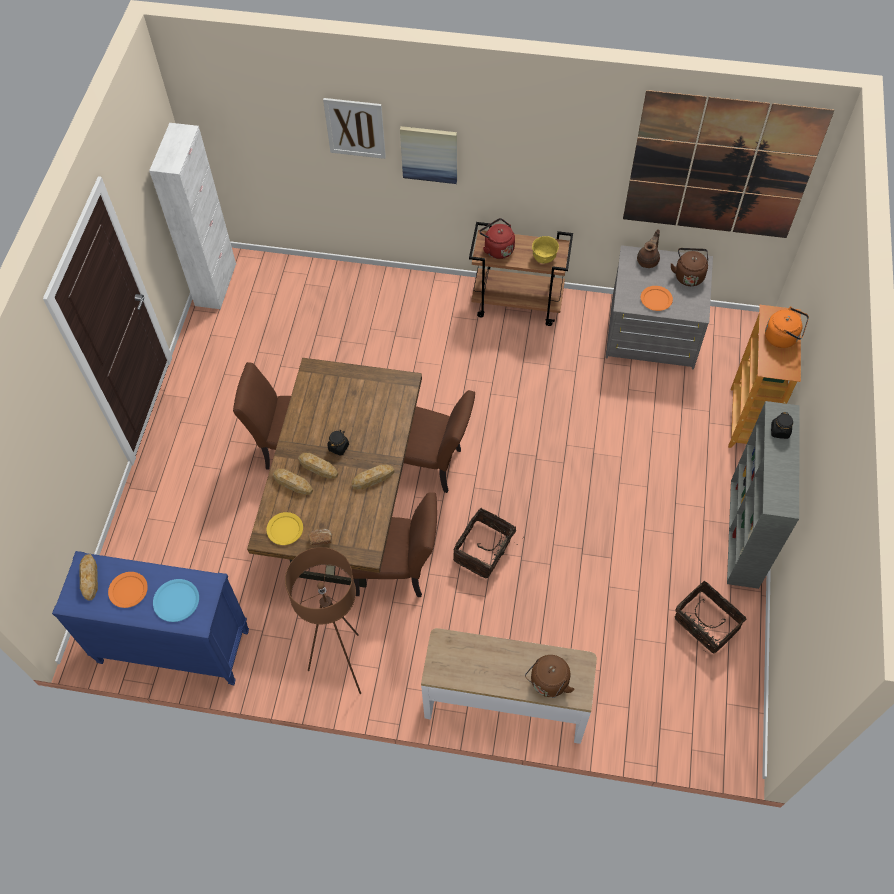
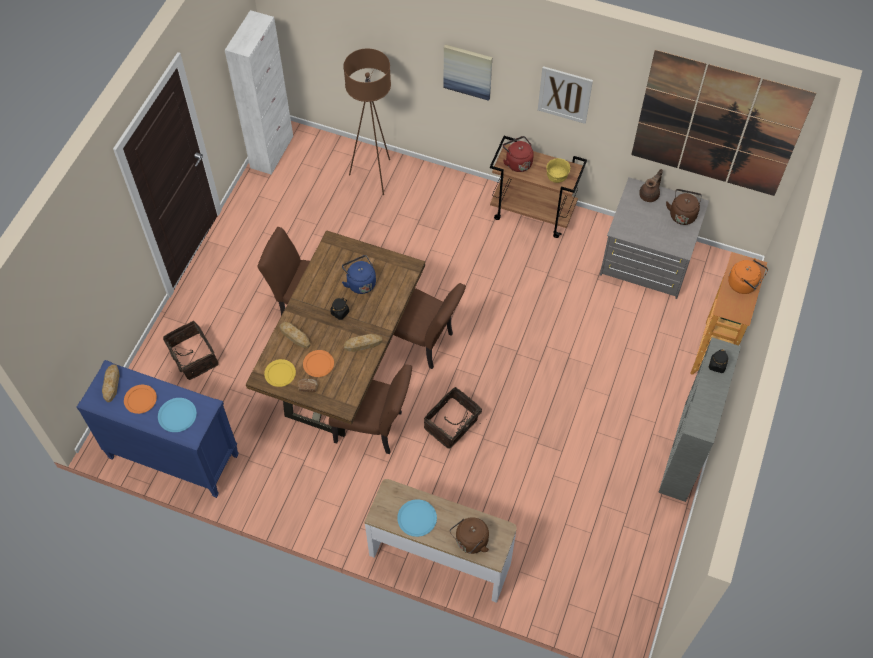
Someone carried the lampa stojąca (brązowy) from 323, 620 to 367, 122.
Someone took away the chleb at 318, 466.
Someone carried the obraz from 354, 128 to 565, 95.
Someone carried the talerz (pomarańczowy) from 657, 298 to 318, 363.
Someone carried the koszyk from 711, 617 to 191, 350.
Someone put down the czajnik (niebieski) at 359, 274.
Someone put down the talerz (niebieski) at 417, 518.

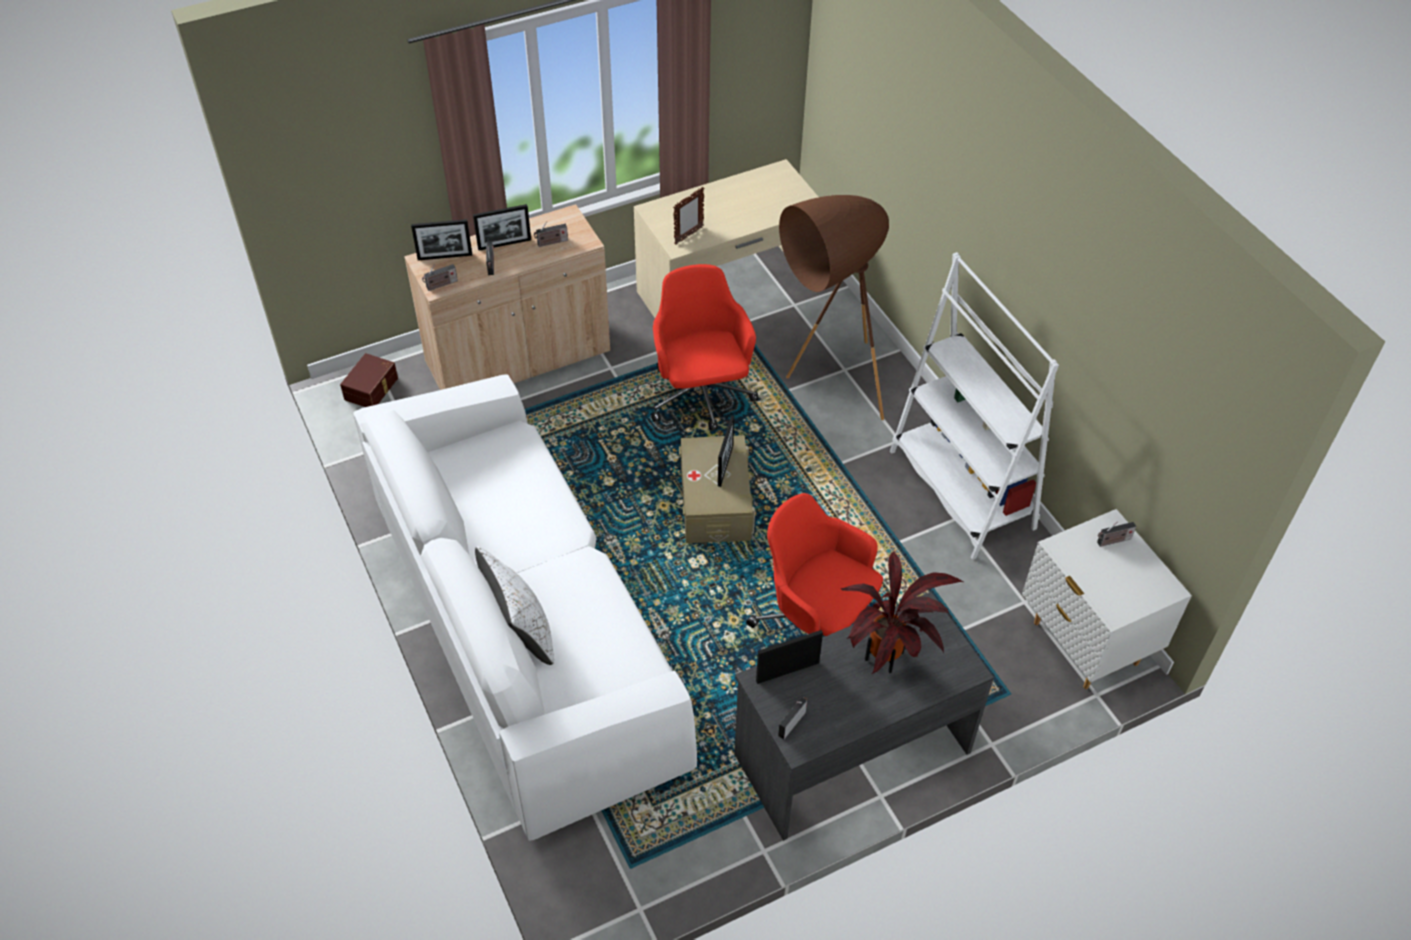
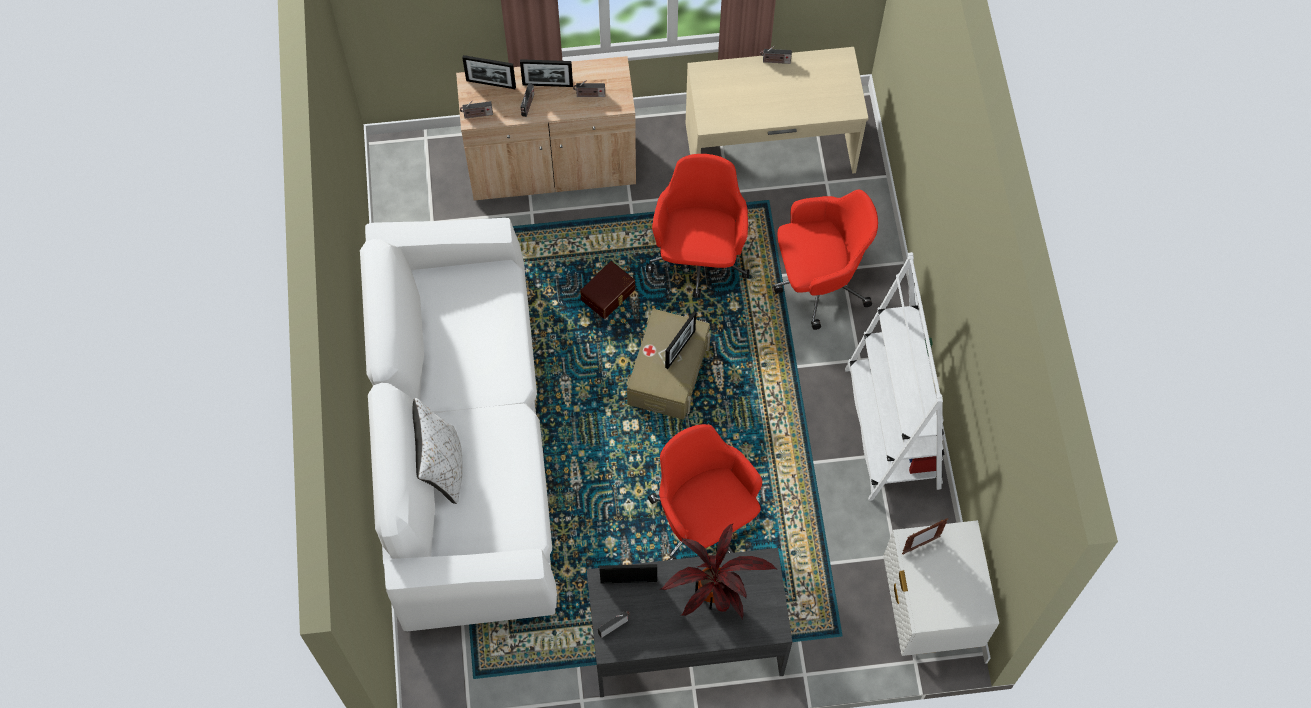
Someone carried the pojemnik do przechowywania (brązowy) from 369, 380 to 607, 290.
Someone carried the ramka na zdjęcie from 688, 215 to 925, 536.
Someone swapped the lampa stojąca (brązowy) at 834, 307 for the krzesło biurowe (czerwony) at 826, 260.
Someone carried the radio from 1116, 534 to 776, 55.

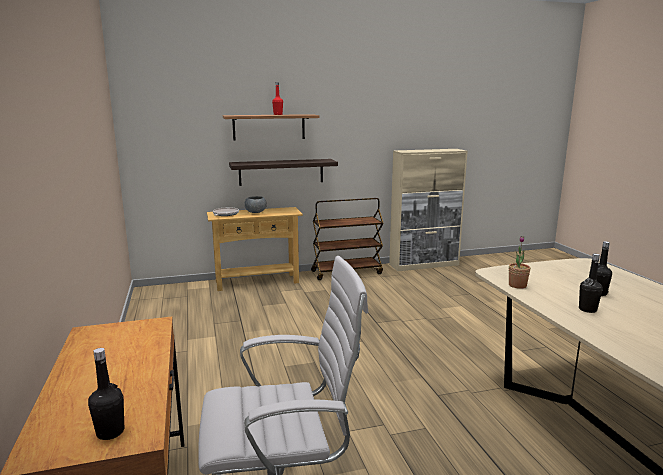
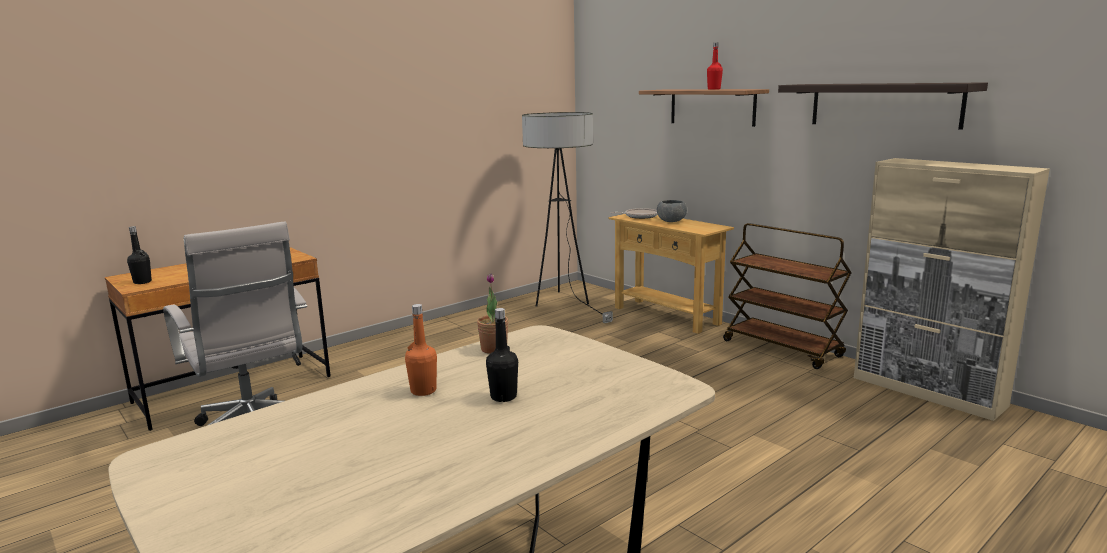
Someone carried the półka from 283, 172 to 883, 106.
Someone repainted the butelka (czarny) at 591, 283, which became the butelka (pomarańczowy) at 421, 350.
Someone put down the lampa stojąca at 567, 217.

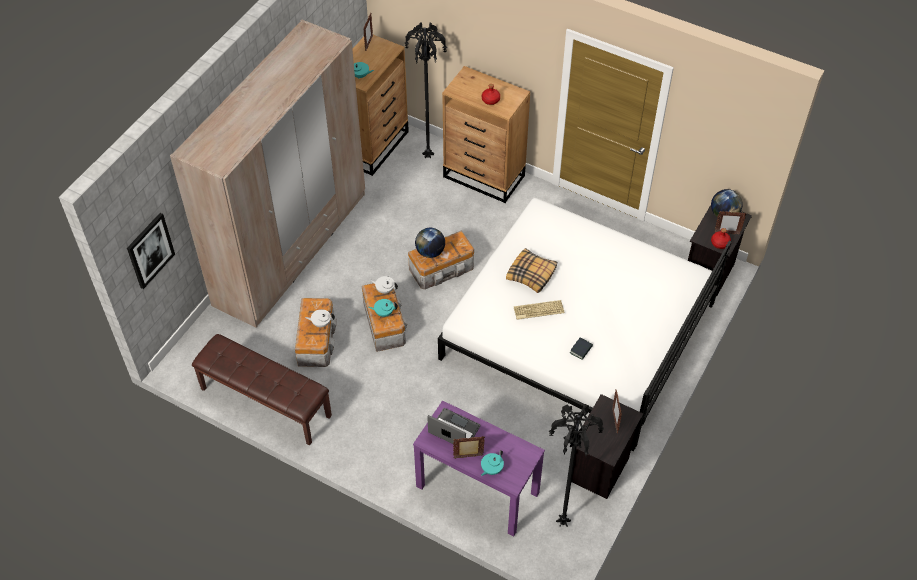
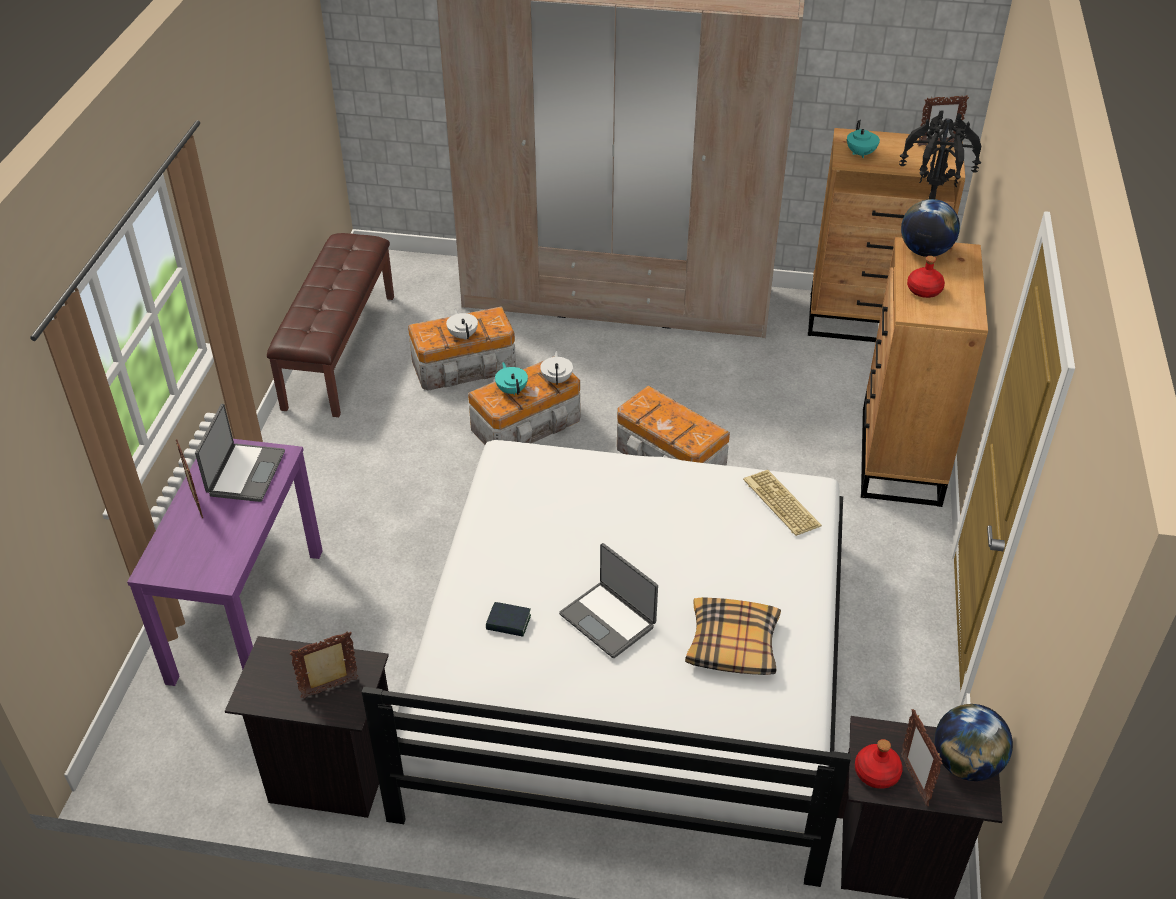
Someone took away the obraz at 151, 251.
Someone carried the globus from 430, 243 to 930, 228.
Someone took away the imbryk (turkusowy) at 492, 463.
Someone carried the poduszka from 531, 270 to 733, 636.
Someone carried the klawiatura from 539, 309 to 782, 502.
Someone took away the lampa stojąca (czarny) at 576, 465.
Someone put down the laptop at 608, 600.

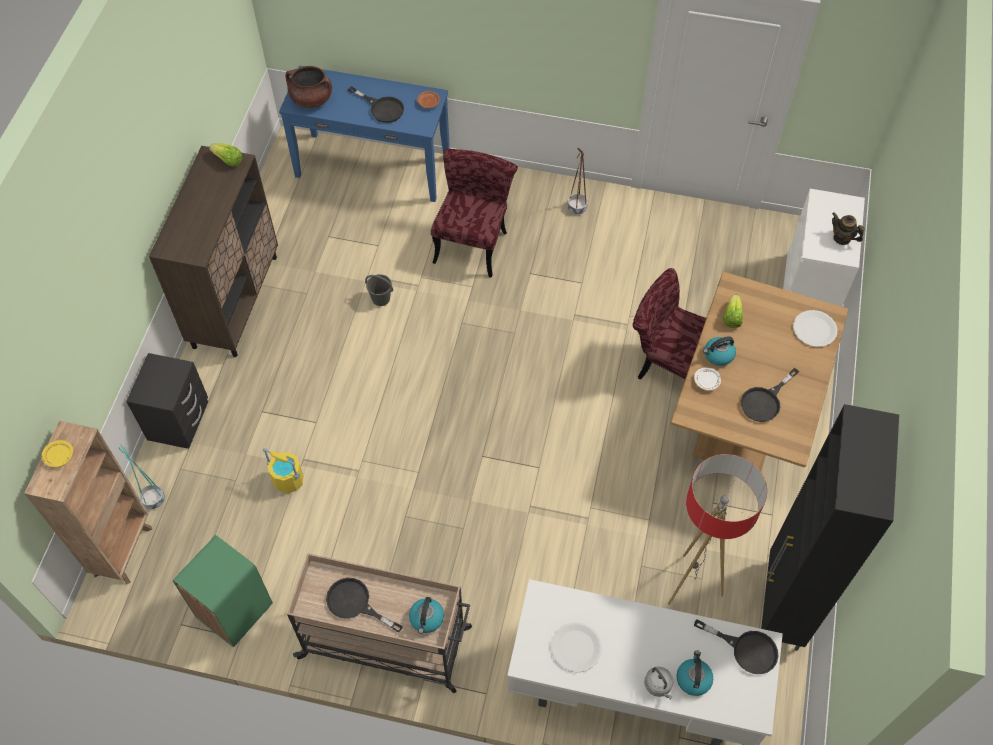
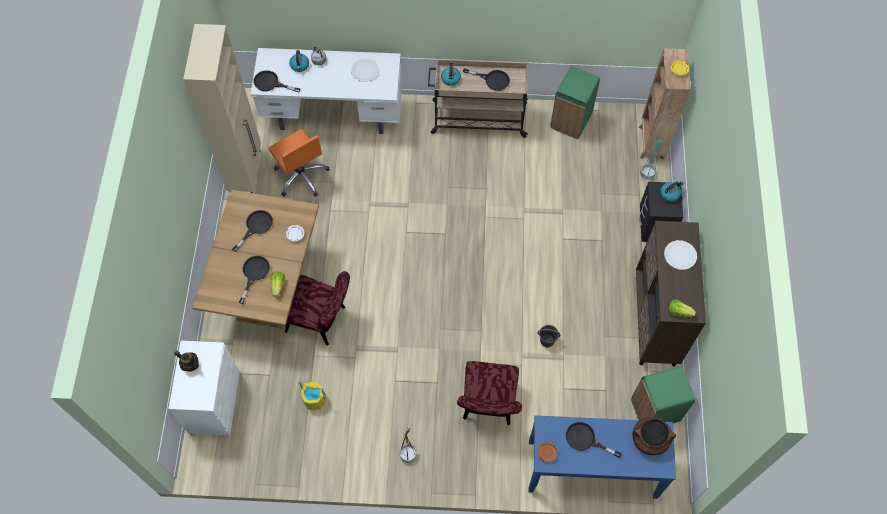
Someone carried the wiadro (żółty) from 283, 471 to 312, 395.
Someone swapped the lampa stojąca at 717, 529 for the krzesło biurowe (pomarańczowy) at 299, 163.
Someone carried the czajnik from 719, 351 to 672, 191.
Someone repainted the szafka (czarny) at 830, 527, which became the szafka (beżowy) at 222, 108.
Someone carried the talerz (biały) from 815, 328 to 680, 255.
Someone put down the patelnia (czarny) at 254, 280.
Someone put down the kosz na śmieci (zielony) at 663, 394.

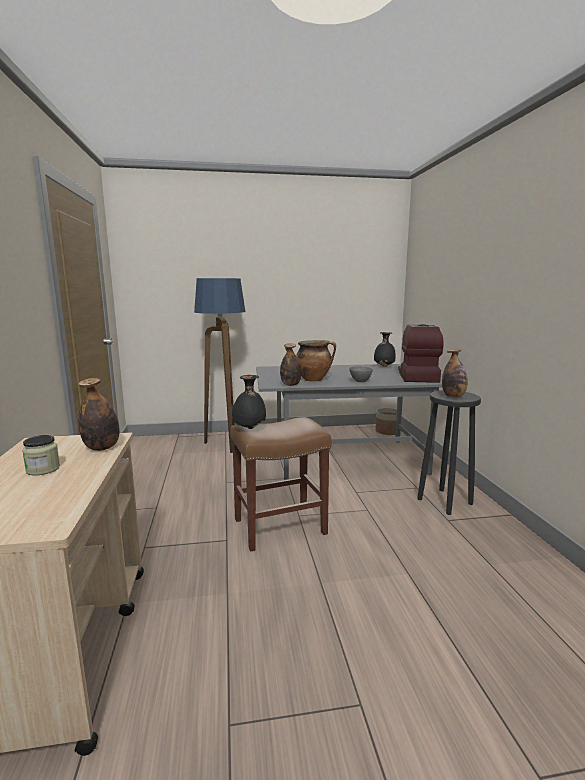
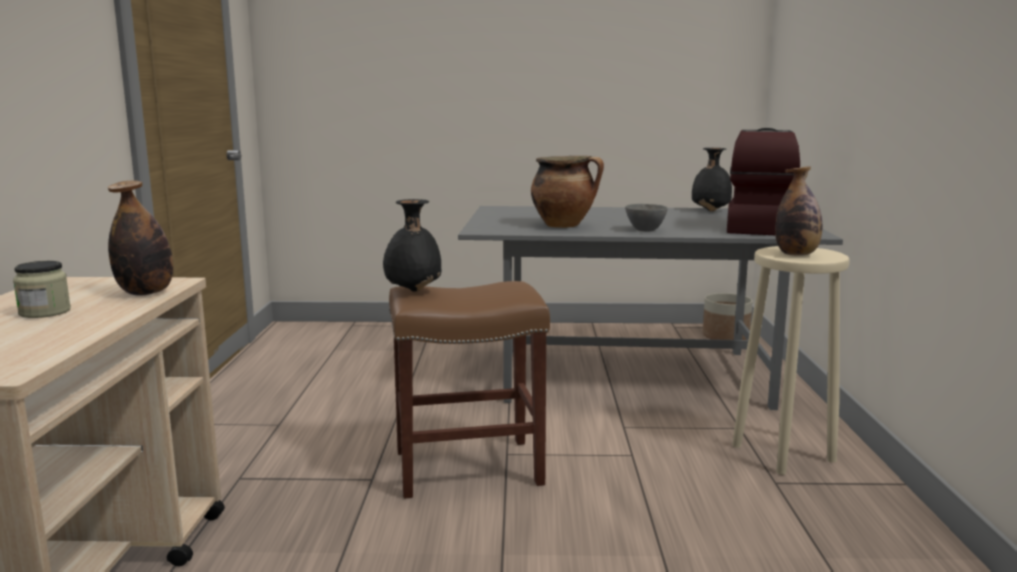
Someone took away the lampa stojąca at 219, 365.
Someone took away the butelka at 290, 364.
Someone repainted the stołek (czarny) at 449, 452, which became the stołek (beżowy) at 791, 360.

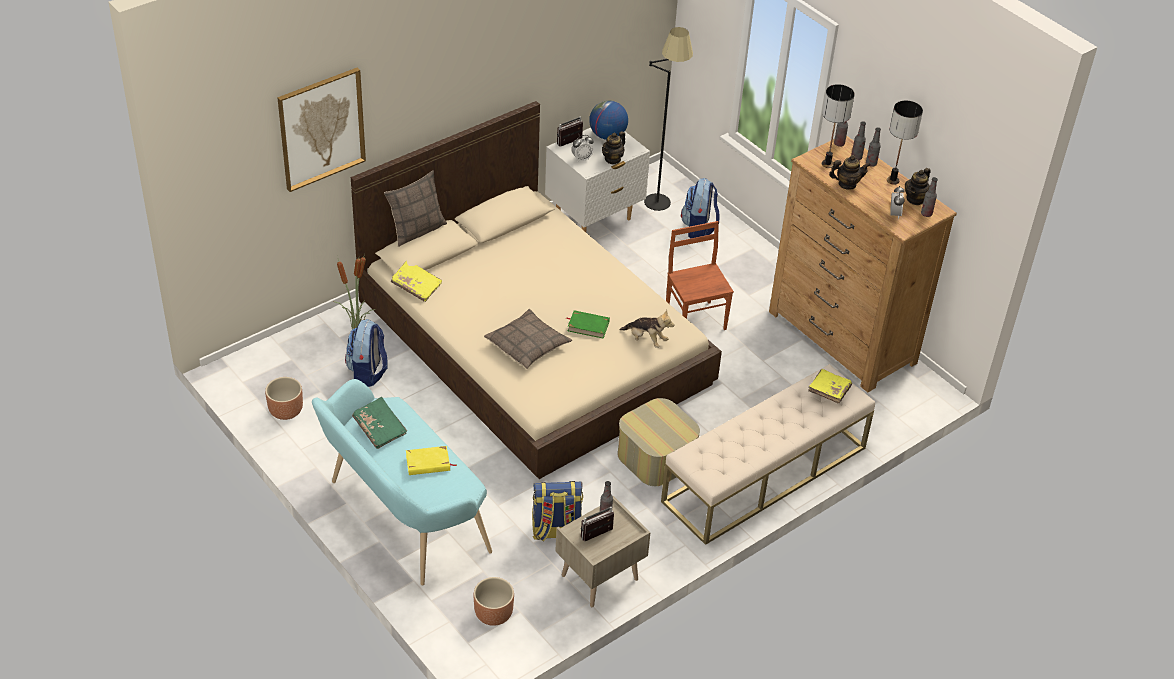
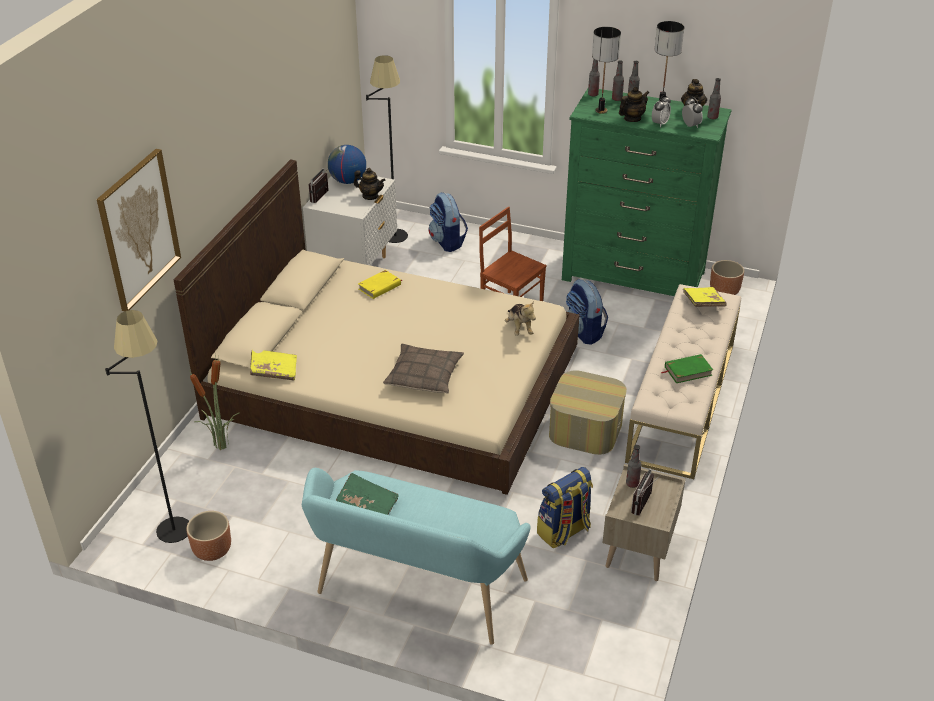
Someone carried the plecak from 366, 353 to 587, 312.
Someone took away the poduszka at 415, 208.
Someone carried the książka (żółty) from 431, 460 to 380, 284.
Someone carried the donica (brązowy) from 493, 601 to 727, 277.
Someone carried the książka (zielony) from 588, 324 to 687, 368.
Someone carried the budzik from 582, 148 to 661, 111.
Someone rotated the imbryk at 613, 148 by 75 degrees counterclockwise.
Someone rotated the pluszak at 647, 329 by 75 degrees clockwise.
Someone repainted the komoda (brązowy) at 863, 264, which became the komoda (zielony) at 647, 192.
Someone put down the lampa stojąca (czarny) at 147, 426.

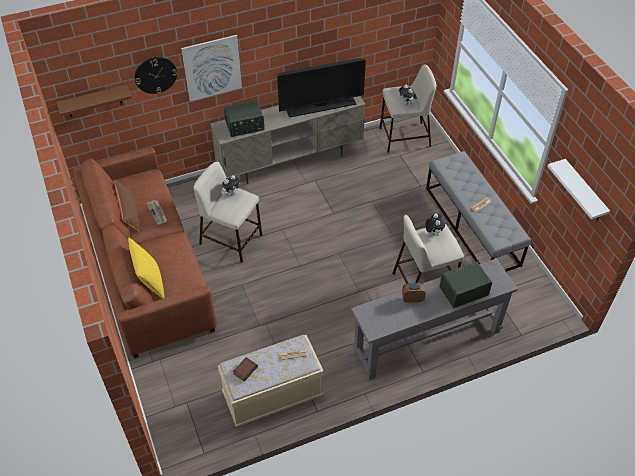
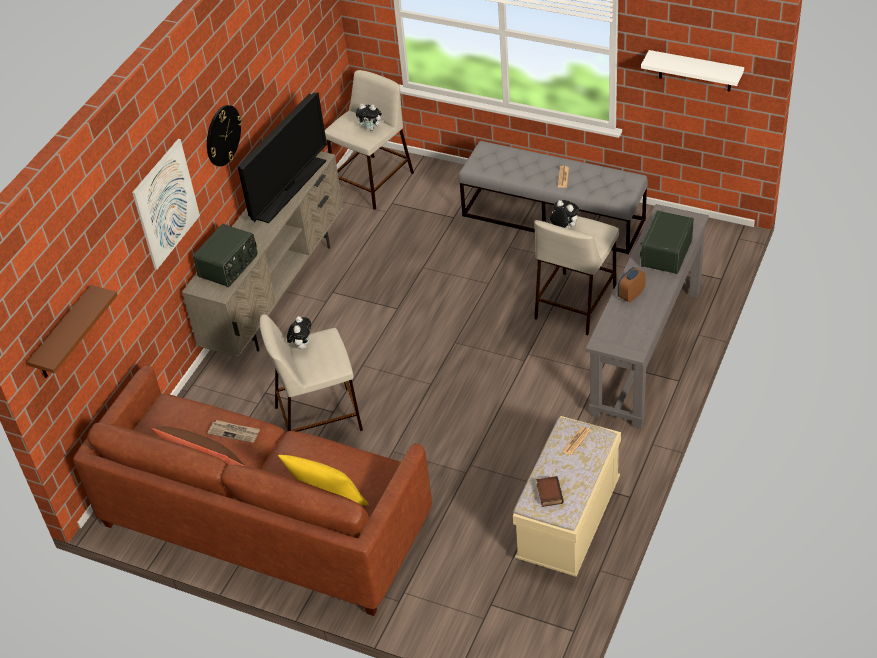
Someone carried the zegar ścienny from 155, 75 to 224, 135.

